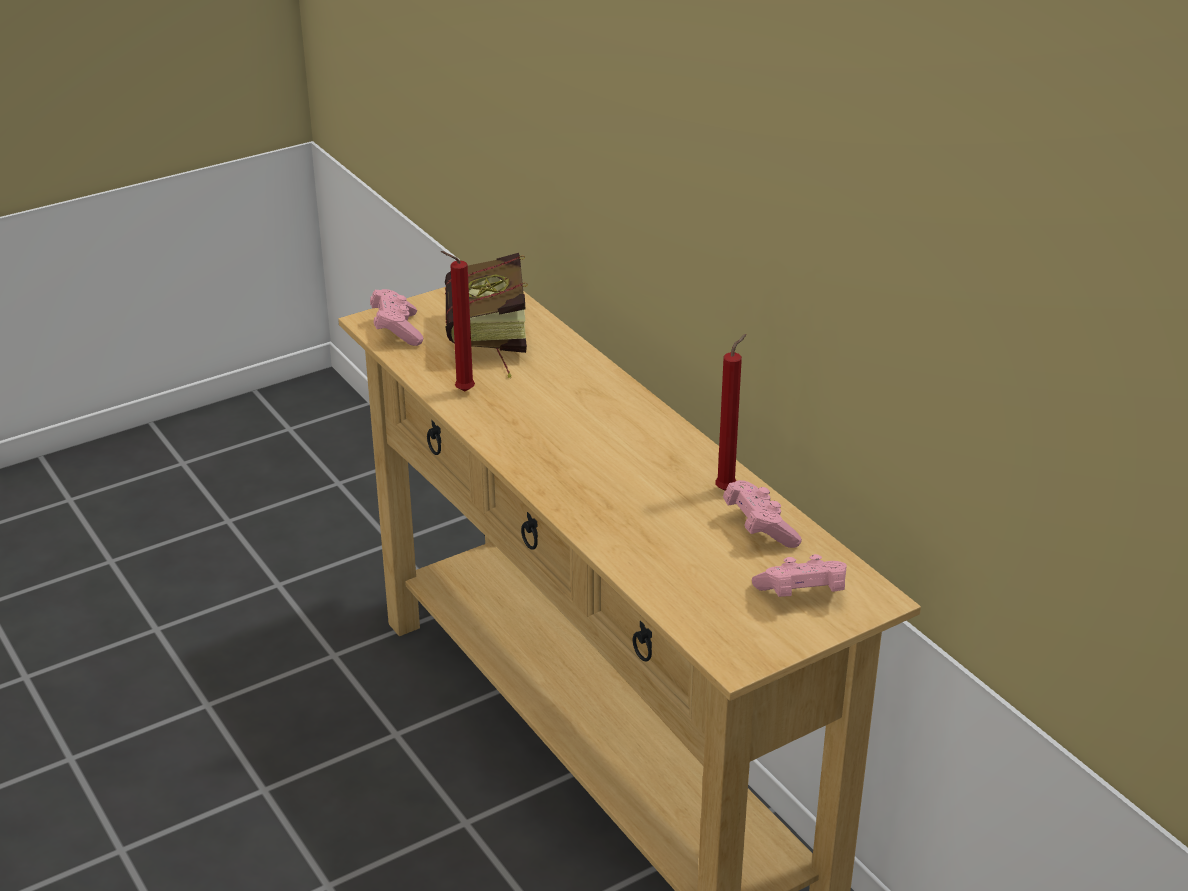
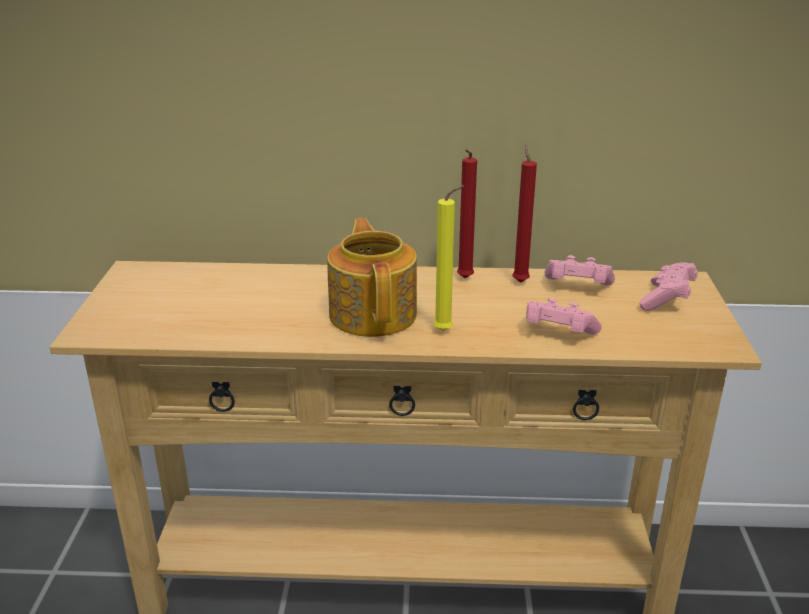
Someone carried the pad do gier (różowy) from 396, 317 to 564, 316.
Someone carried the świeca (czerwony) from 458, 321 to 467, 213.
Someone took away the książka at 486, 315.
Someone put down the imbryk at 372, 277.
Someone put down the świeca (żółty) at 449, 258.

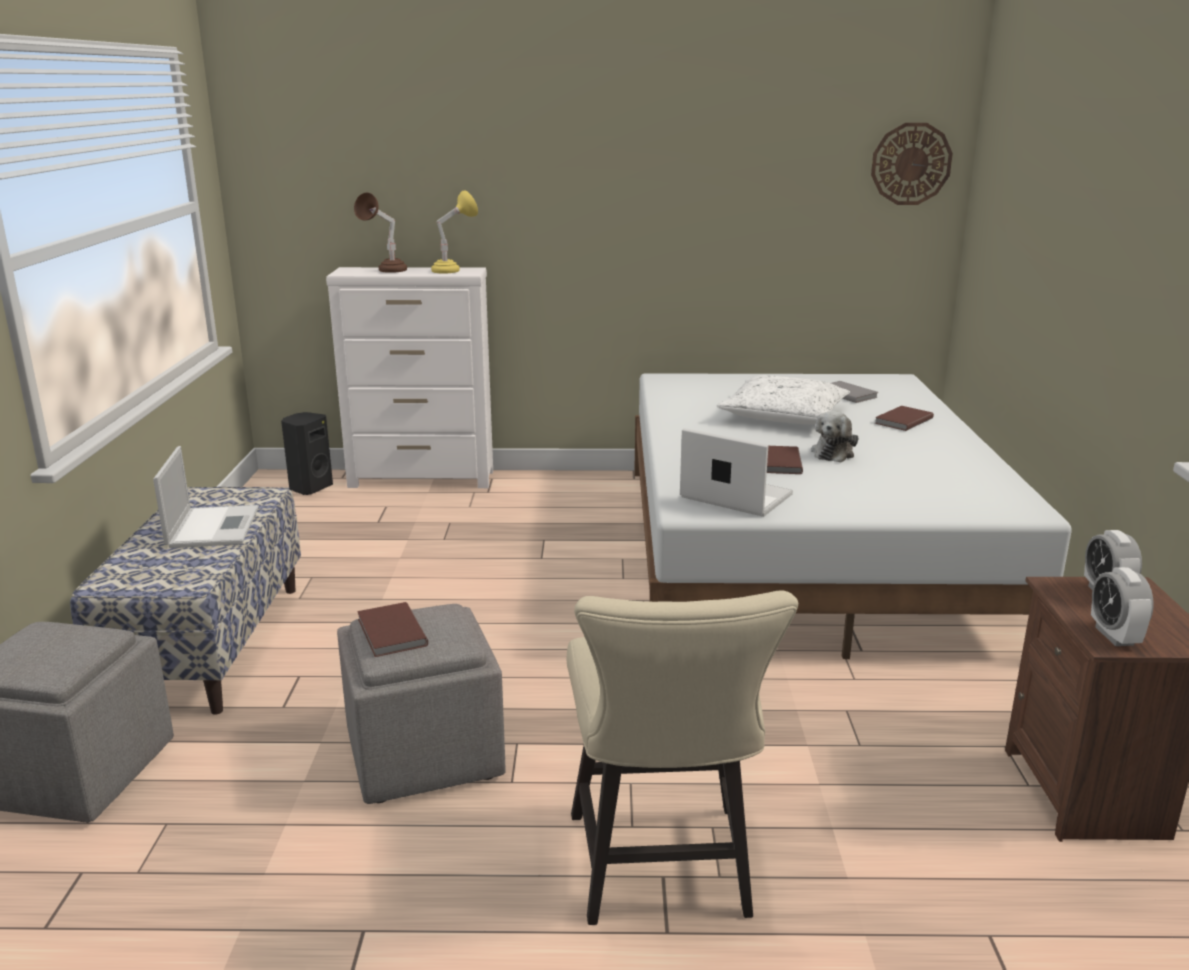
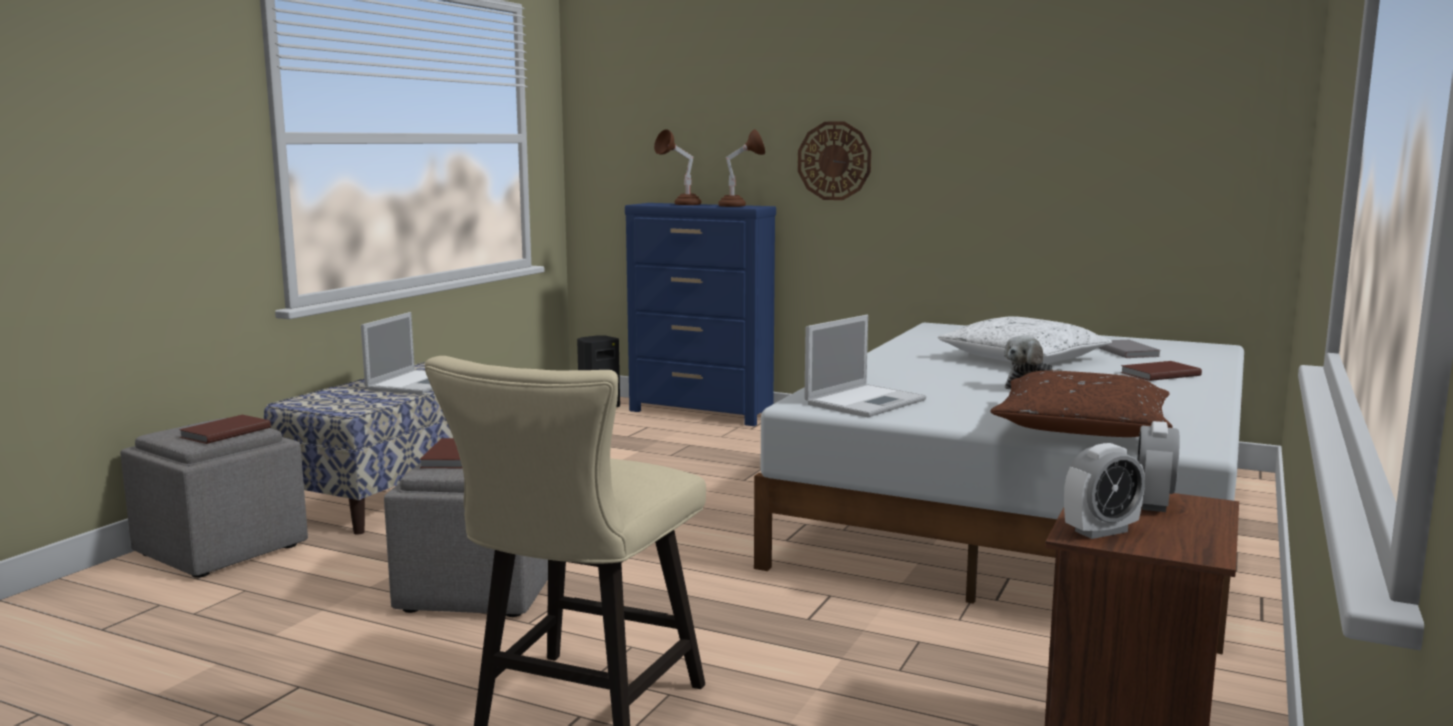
Someone repainted the komoda (biały) at 409, 377, which became the komoda (niebieski) at 700, 314.
Someone repainted the lampa stołowa (żółty) at 454, 232, which became the lampa stołowa (brązowy) at 741, 168.
Someone rotated the laptop at 736, 472 by 75 degrees clockwise.
Someone carried the książka (brązowy) from 785, 460 to 225, 429.
Someone carried the zegar ścienny from 912, 164 to 834, 161.
Someone rotated the budzik at 1122, 606 by 135 degrees counterclockwise.
Someone put down the poduszka (brązowy) at 1081, 403.

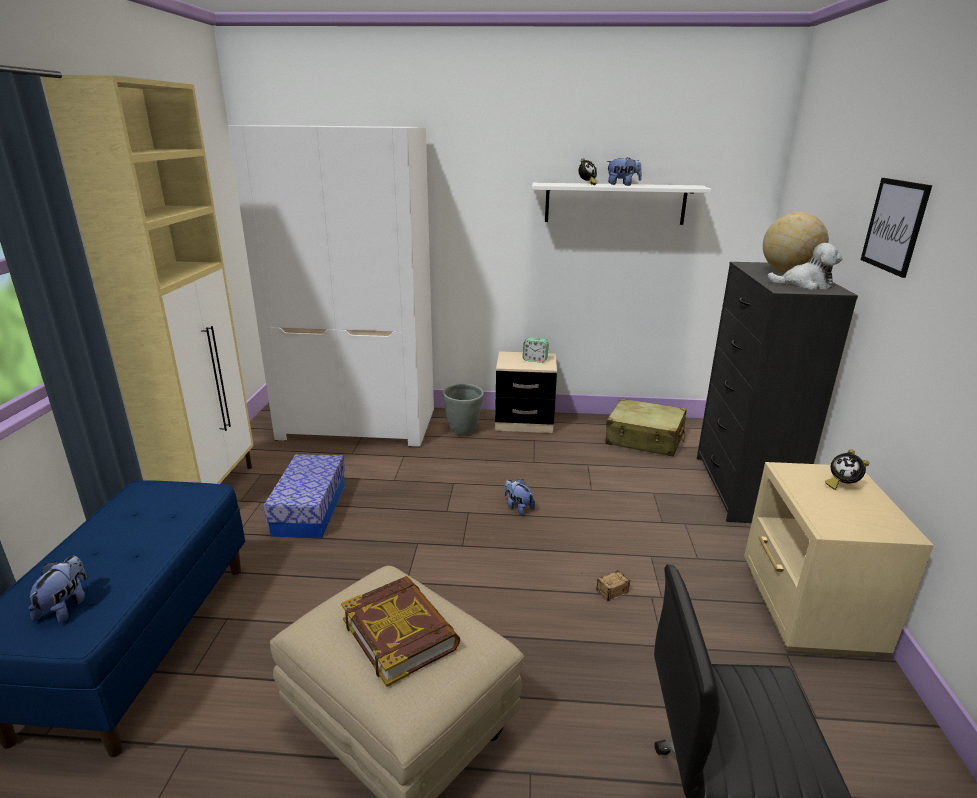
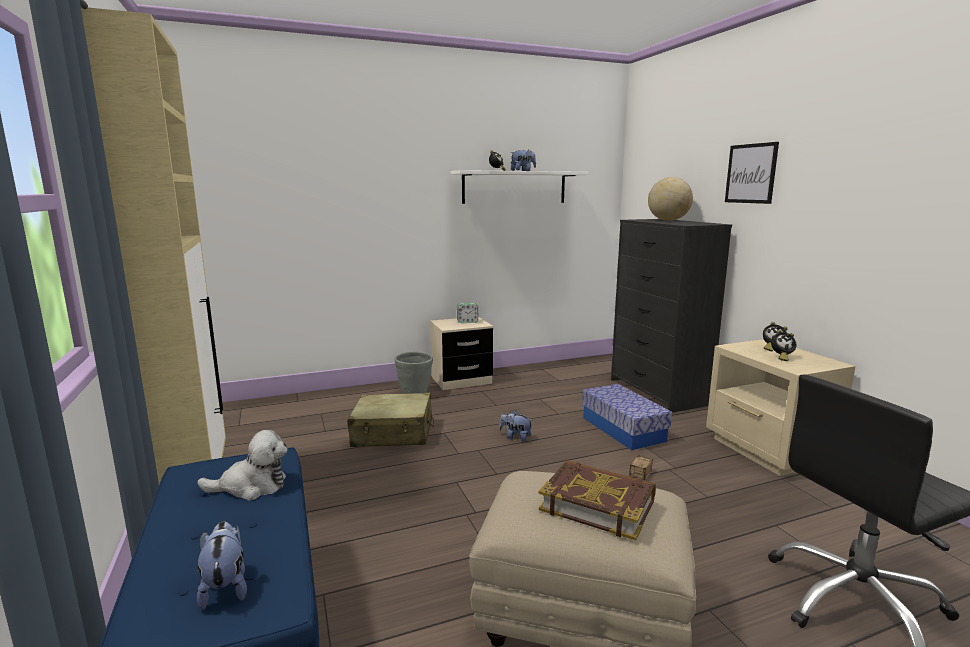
Someone took away the szafa (biały) at 331, 286.
Someone carried the pojemnik do przechowywania from 304, 496 to 627, 417.
Someone carried the walizka (beżowy) from 646, 427 to 390, 420.
Someone carried the pluszak from 804, 266 to 242, 465.
Someone put down the budzik at 783, 345.

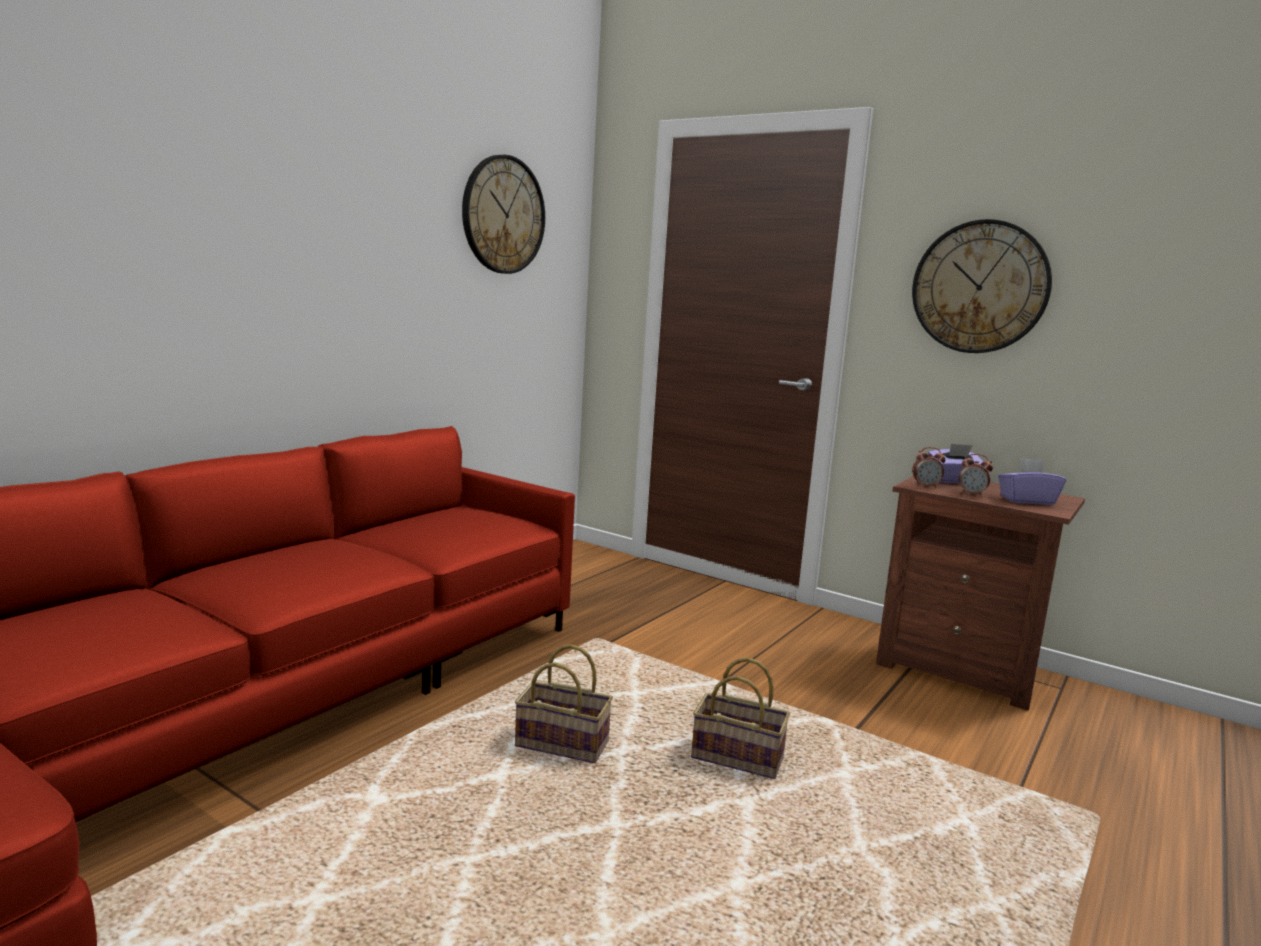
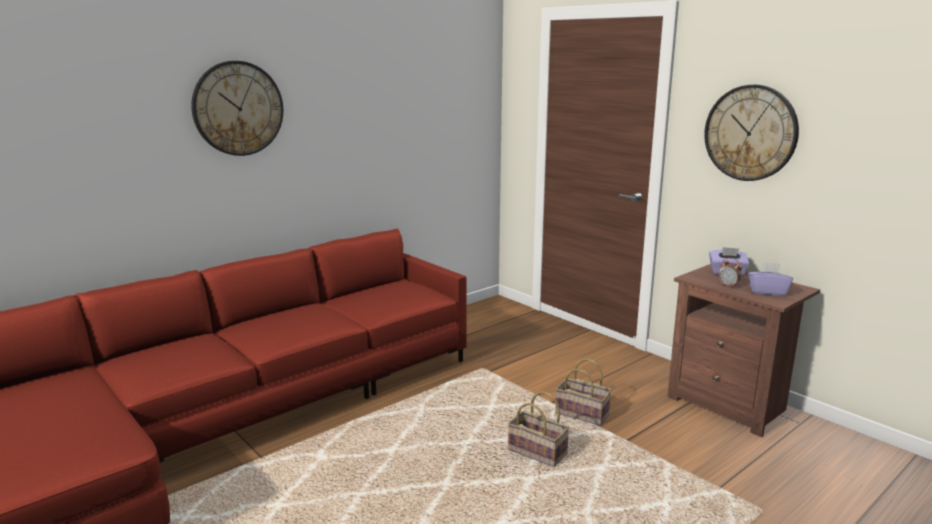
Someone carried the zegar ścienny from 503, 214 to 237, 108.
Someone carried the koszyk from 564, 703 to 583, 392.
Someone took away the budzik at 929, 467.

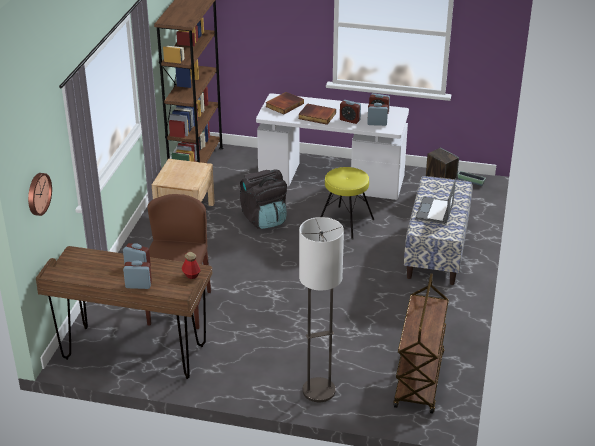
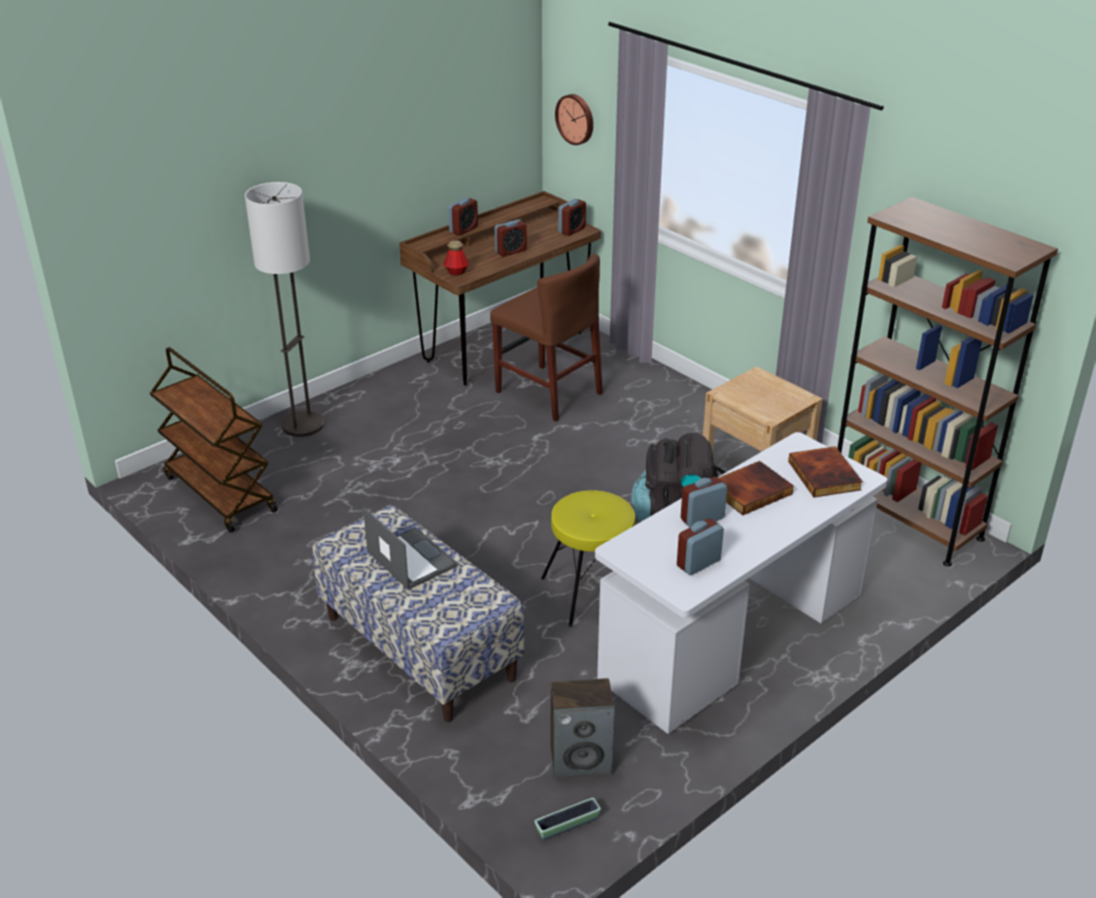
Someone carried the budzik from 377, 114 to 572, 217.

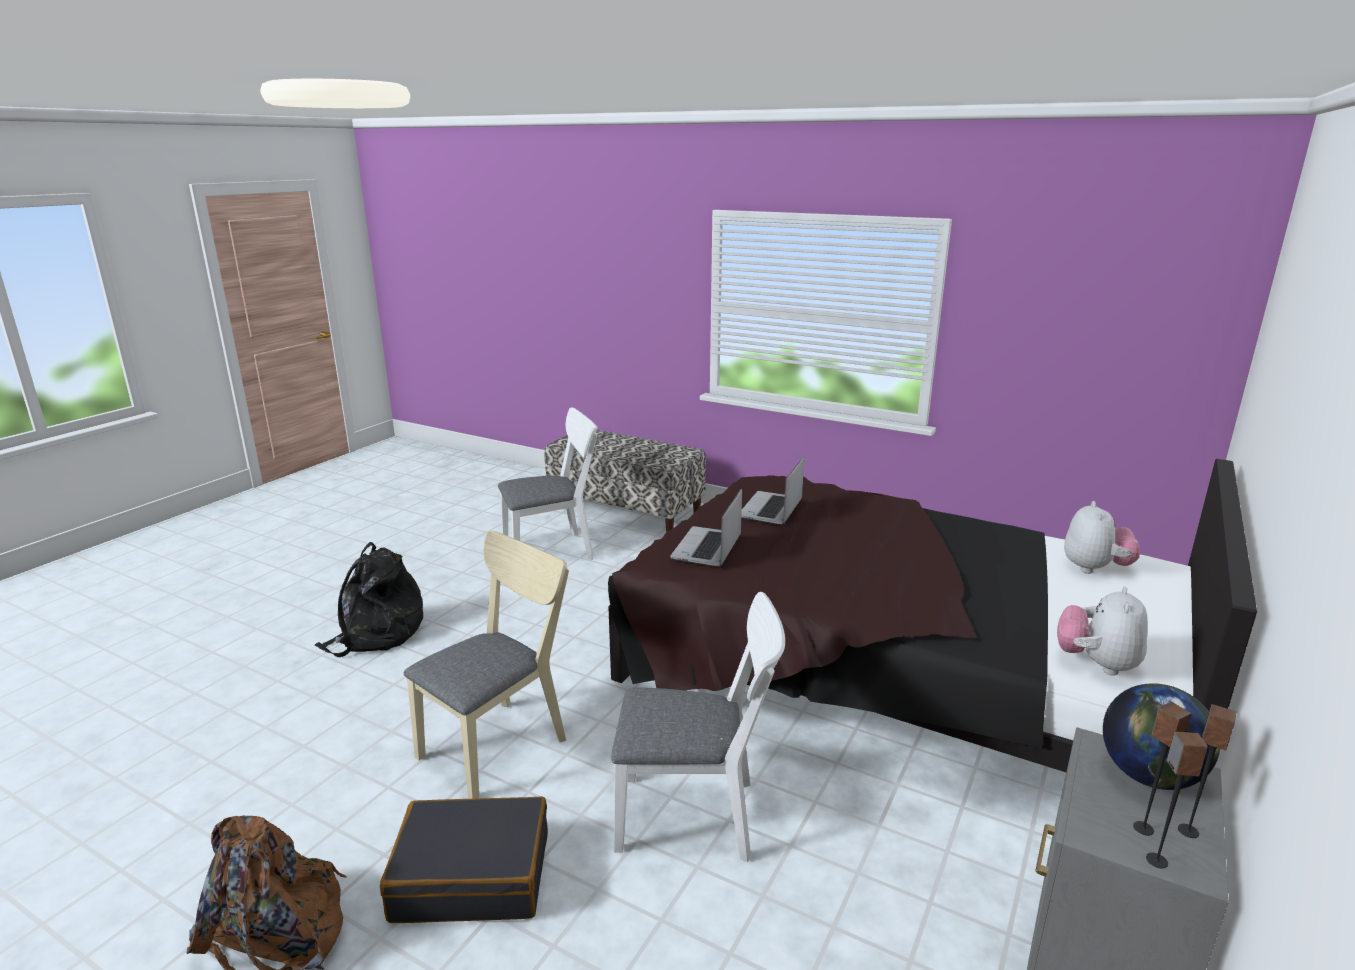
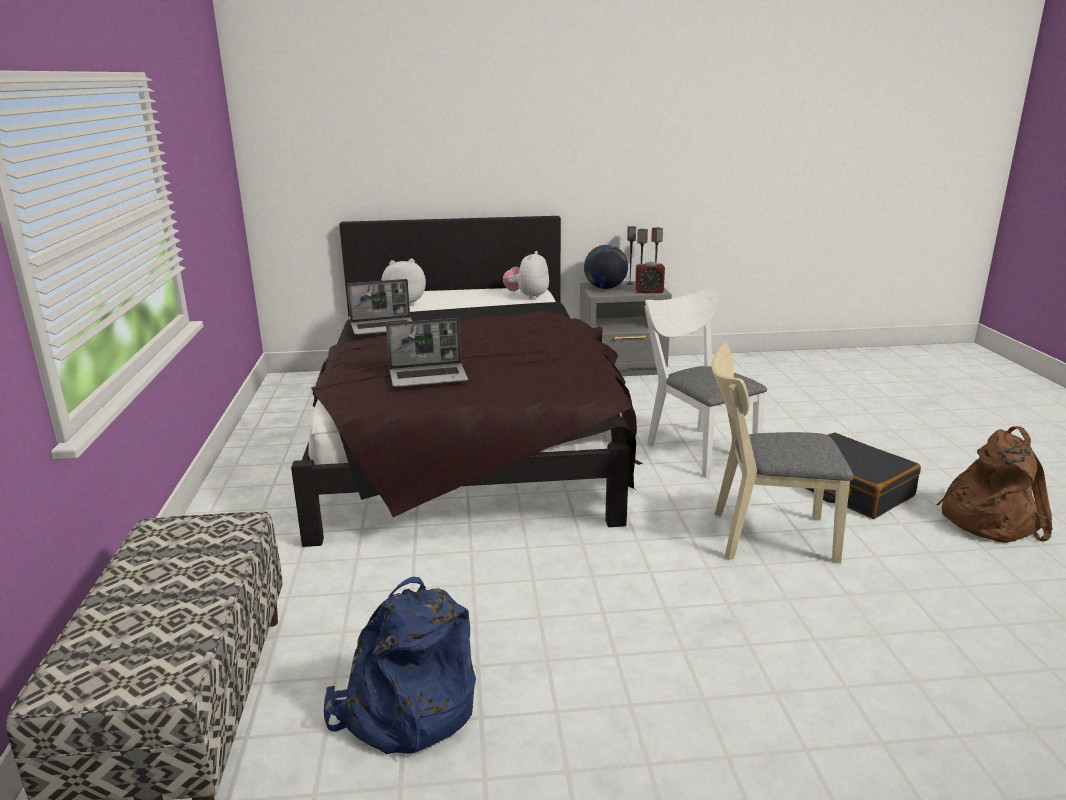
Someone took away the plecak (czarny) at 369, 599.
Someone swapped the krzesło (biały) at 548, 484 for the plecak (niebieski) at 400, 665.
Someone carried the laptop from 706, 528 to 379, 307.
Someone rotated the pluszak at 1102, 631 by 120 degrees clockwise.
Someone put down the budzik at 650, 277.

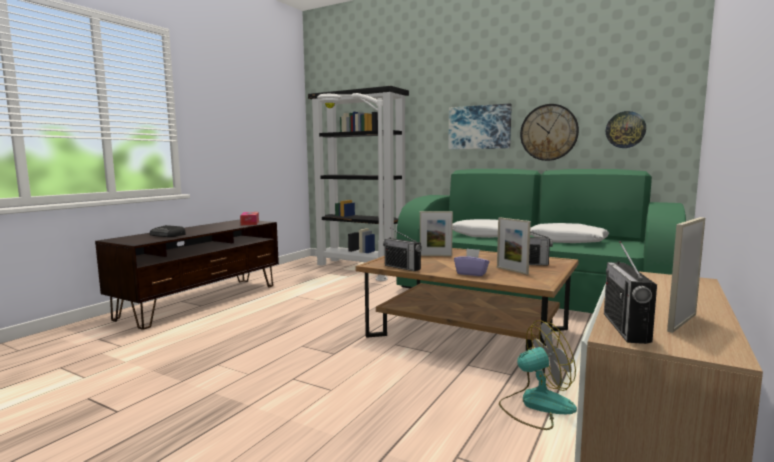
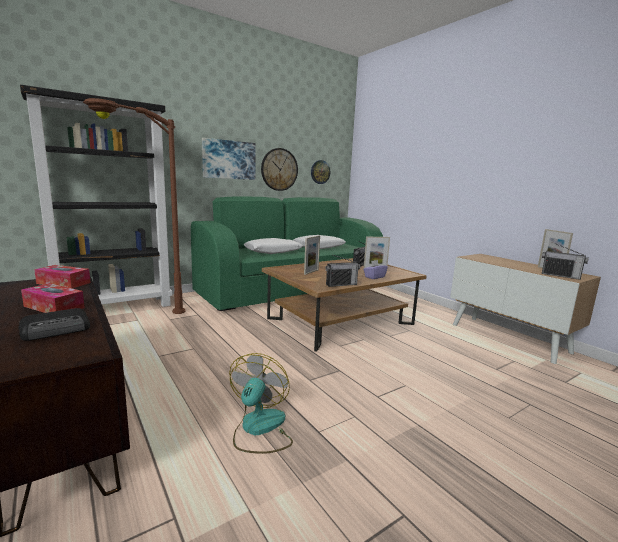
Someone repainted the lampa stojąca (biały) at 352, 187, which became the lampa stojąca (brązowy) at 134, 206.
Someone carried the wentylator from 538, 375 to 261, 403.
Someone put down the pudełko chusteczek at 53, 298.

